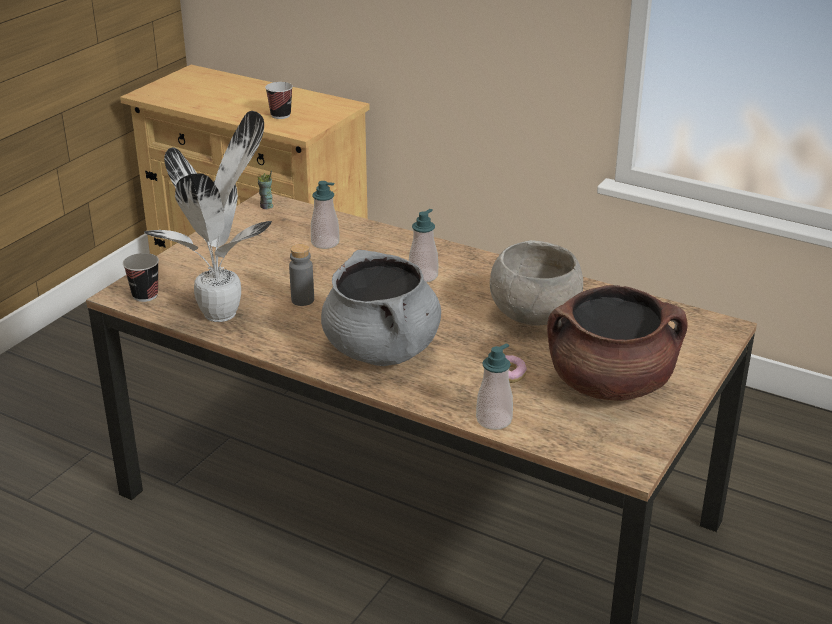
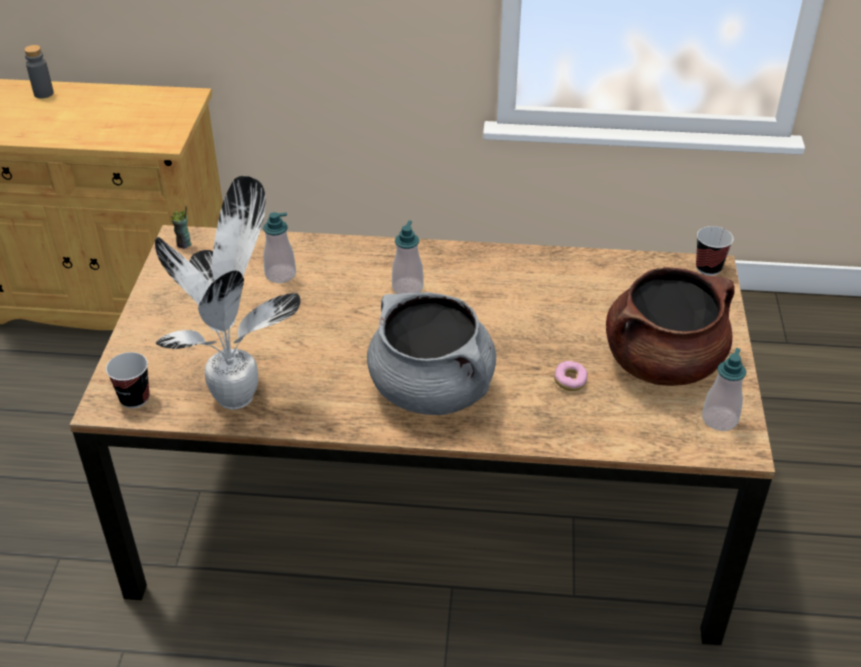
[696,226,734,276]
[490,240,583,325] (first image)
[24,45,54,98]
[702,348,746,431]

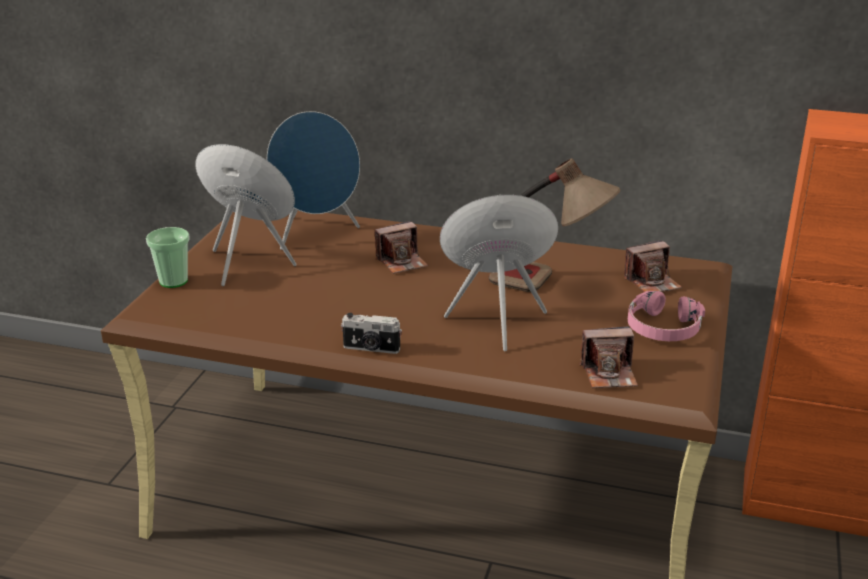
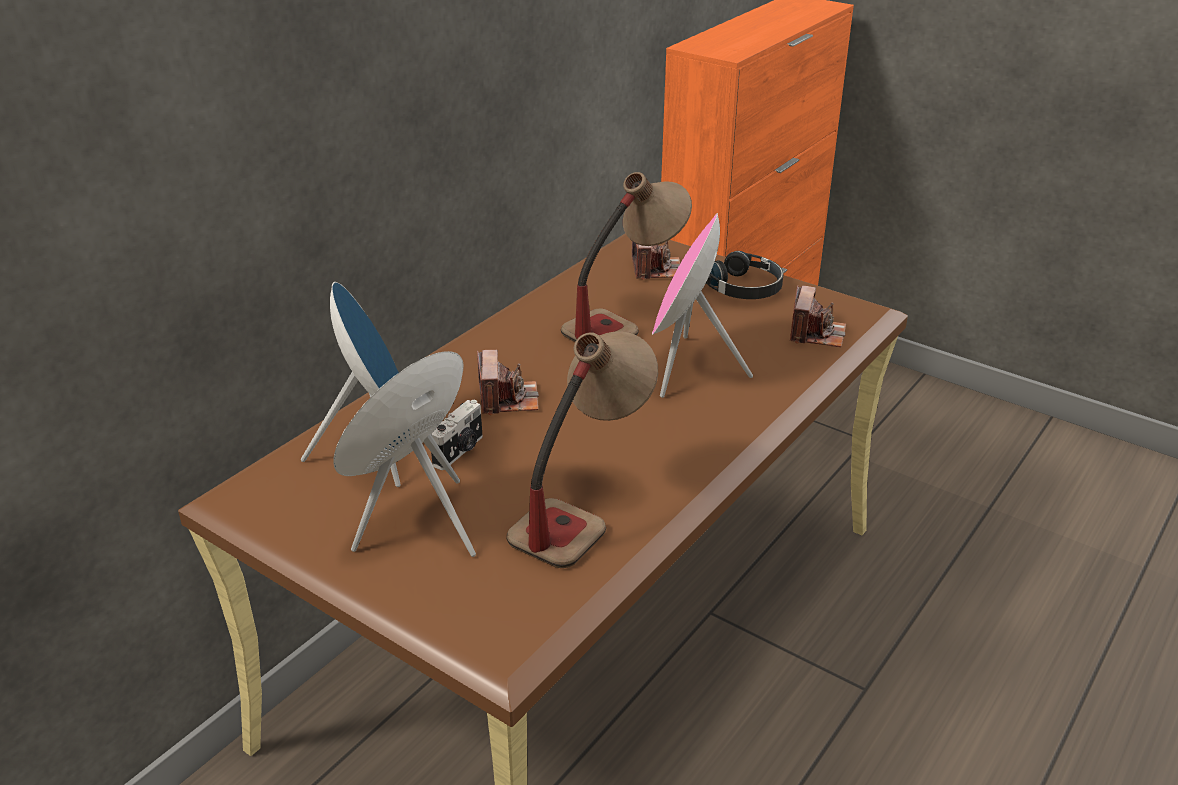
[146,227,190,288] (first image)
[705,251,783,299]
[431,400,483,470]
[506,331,658,568]

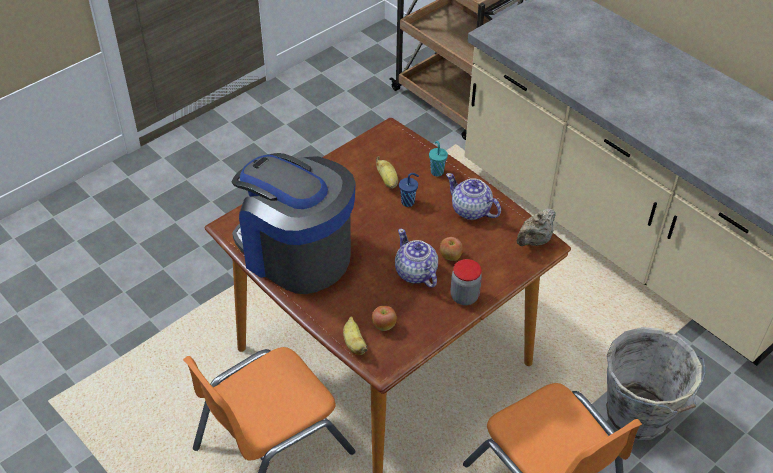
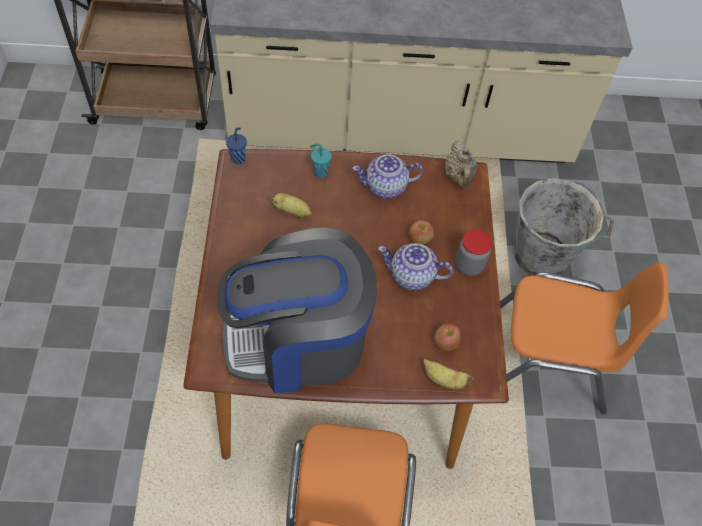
[226,127,247,164]

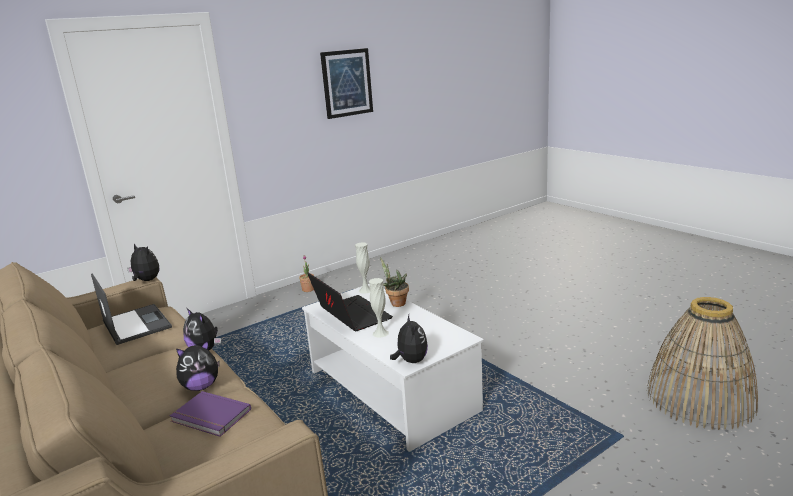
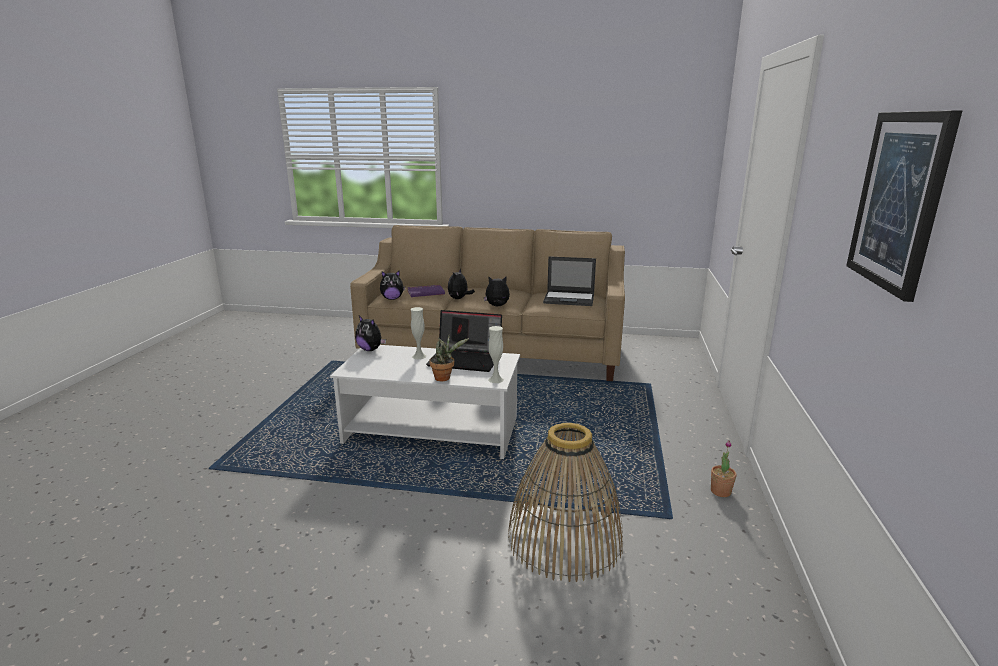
[380,270,405,300]
[508,423,623,582]

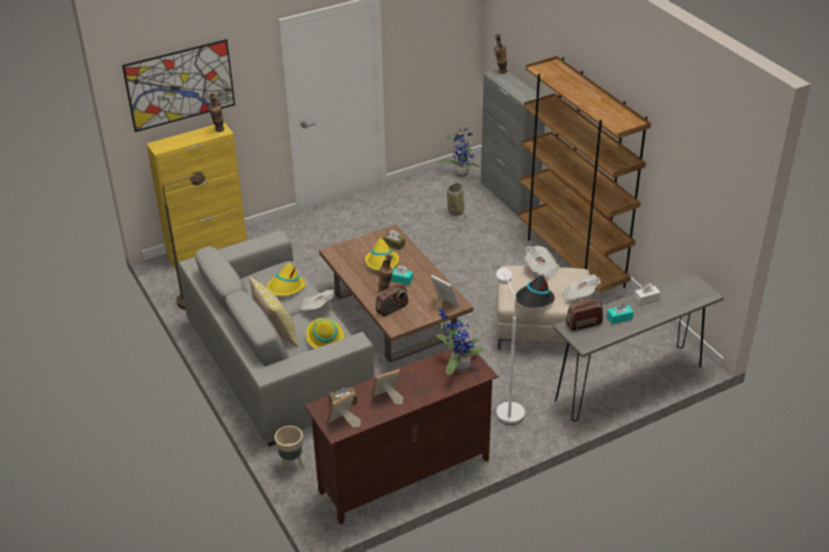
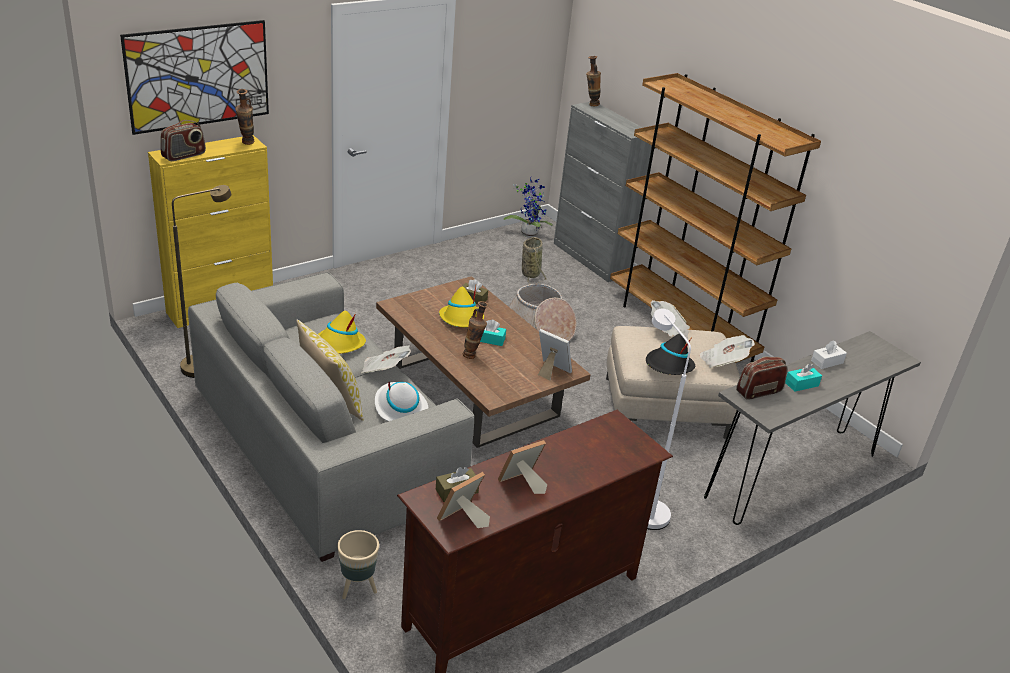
[160,120,206,161]
[436,309,484,375] (first image)
[375,381,428,421]
[509,284,577,341]

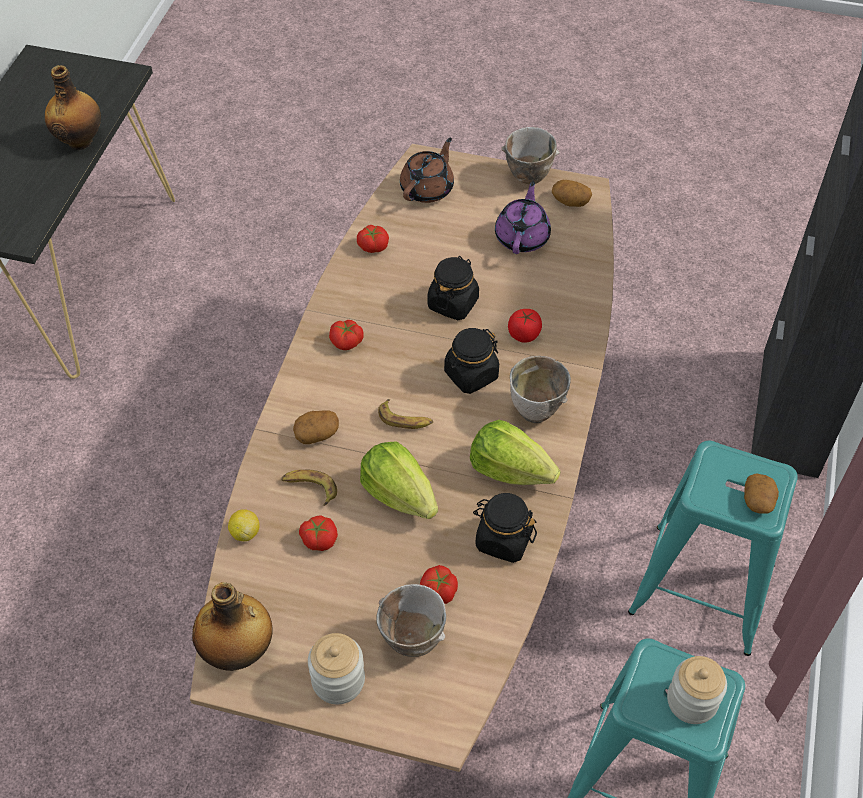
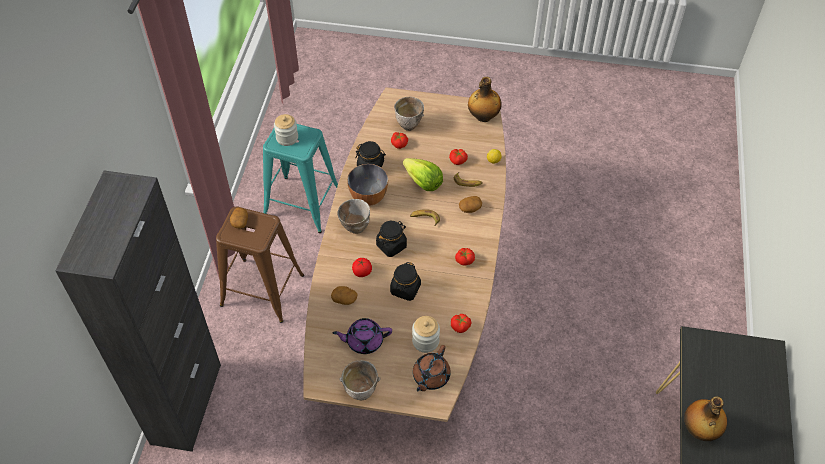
[331,286,357,305]
[333,318,392,354]
[347,164,388,206]
[216,207,304,323]
[412,316,440,353]

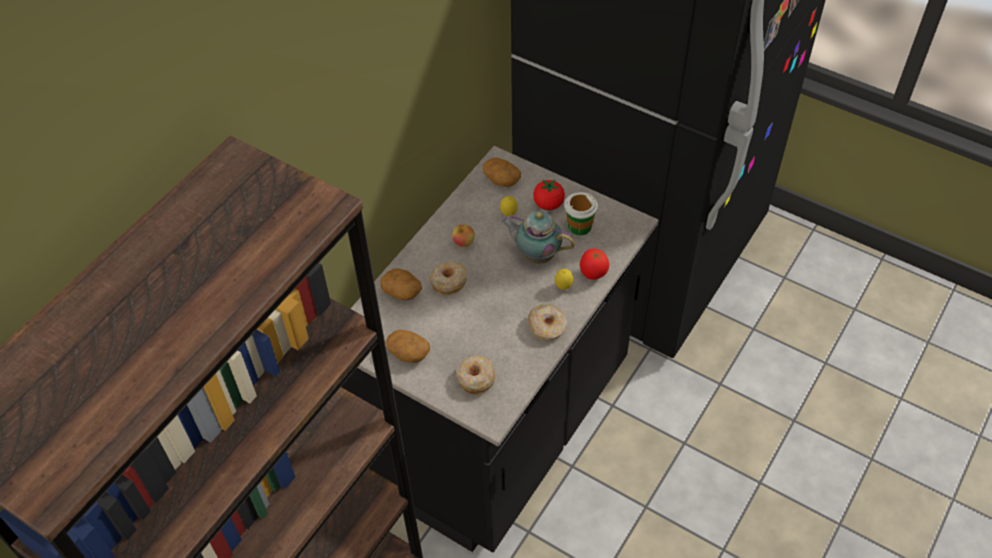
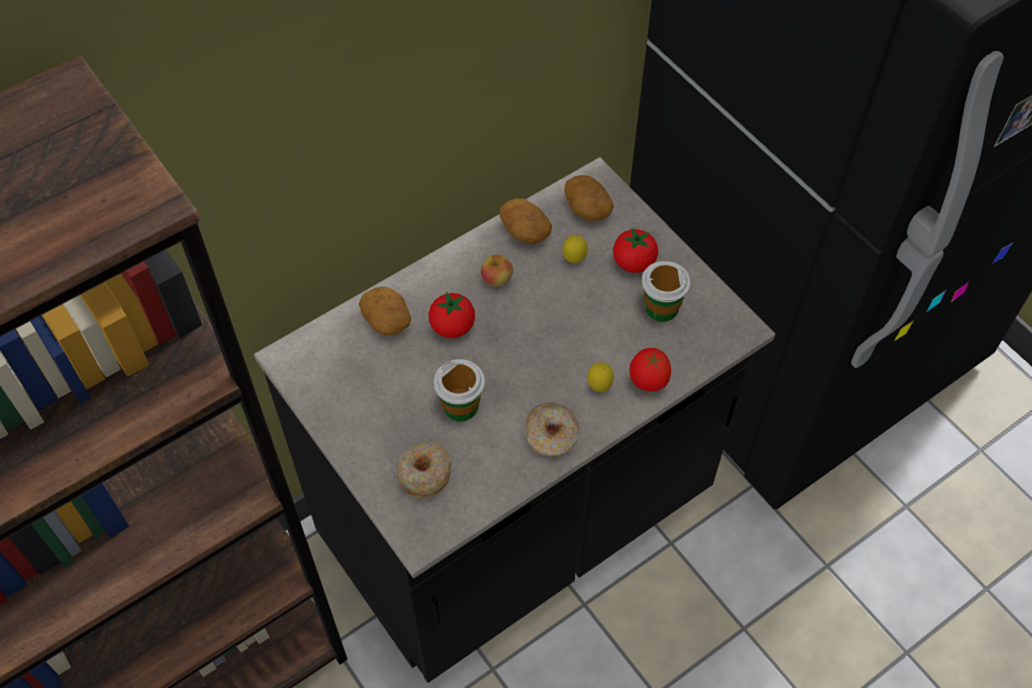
[501,211,575,264] (first image)
[429,292,475,338]
[500,199,552,245]
[434,359,485,422]

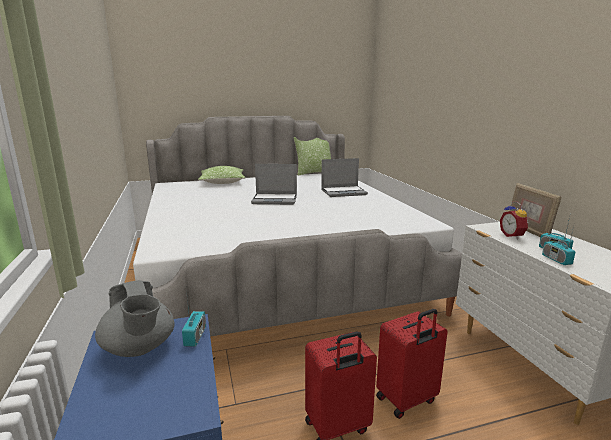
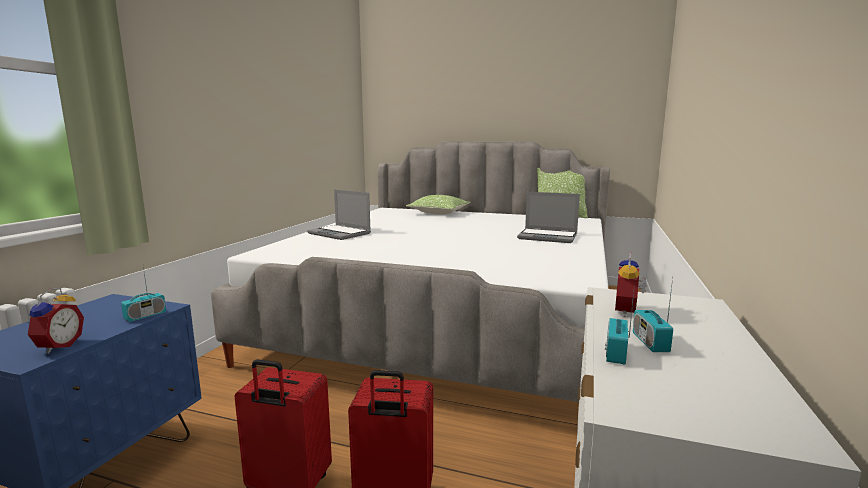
[307,189,371,240]
[510,183,561,237] (first image)
[95,280,174,357] (first image)
[28,288,84,354]

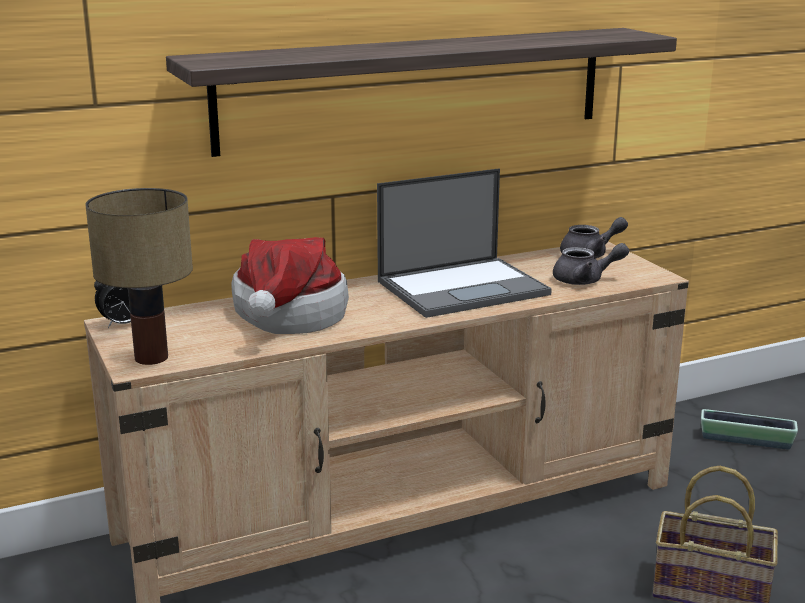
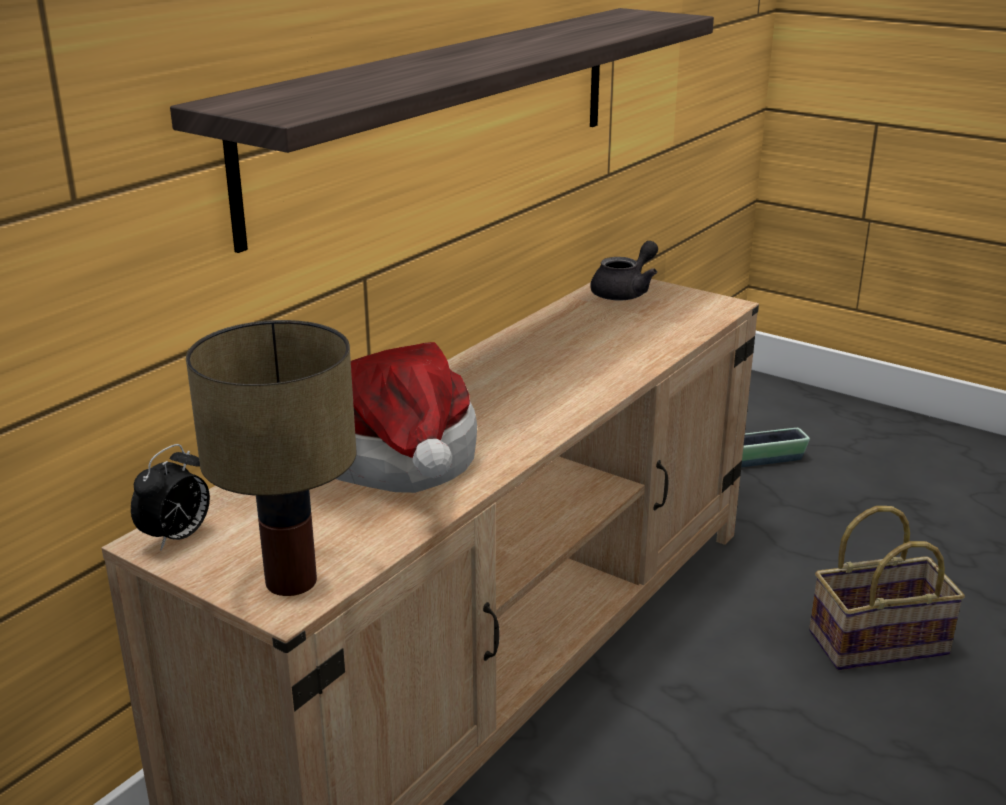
[377,169,552,318] (first image)
[553,243,629,285] (first image)

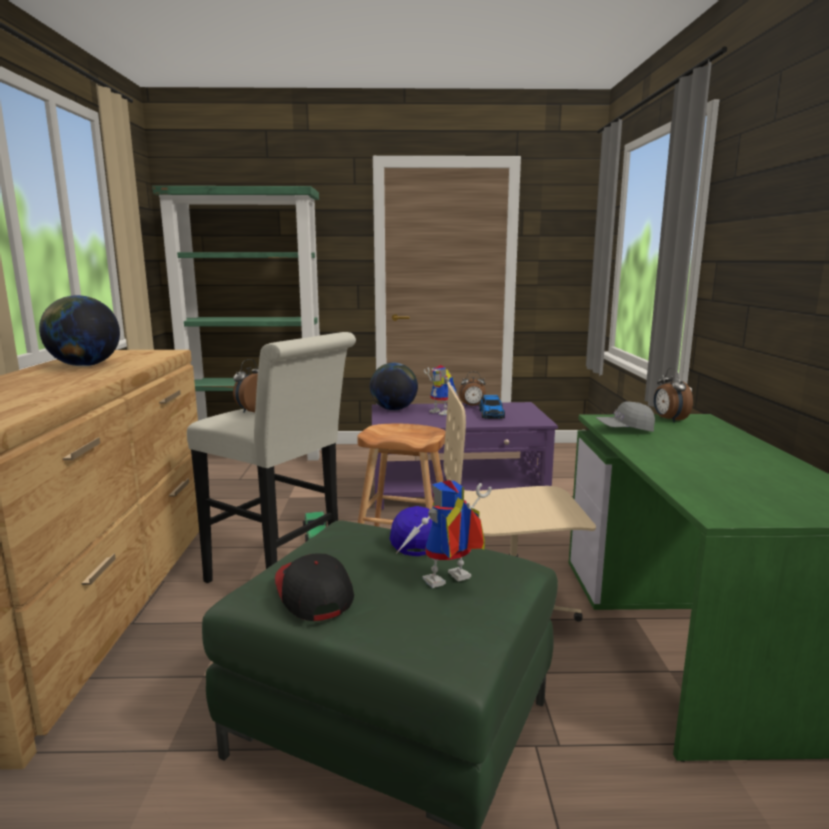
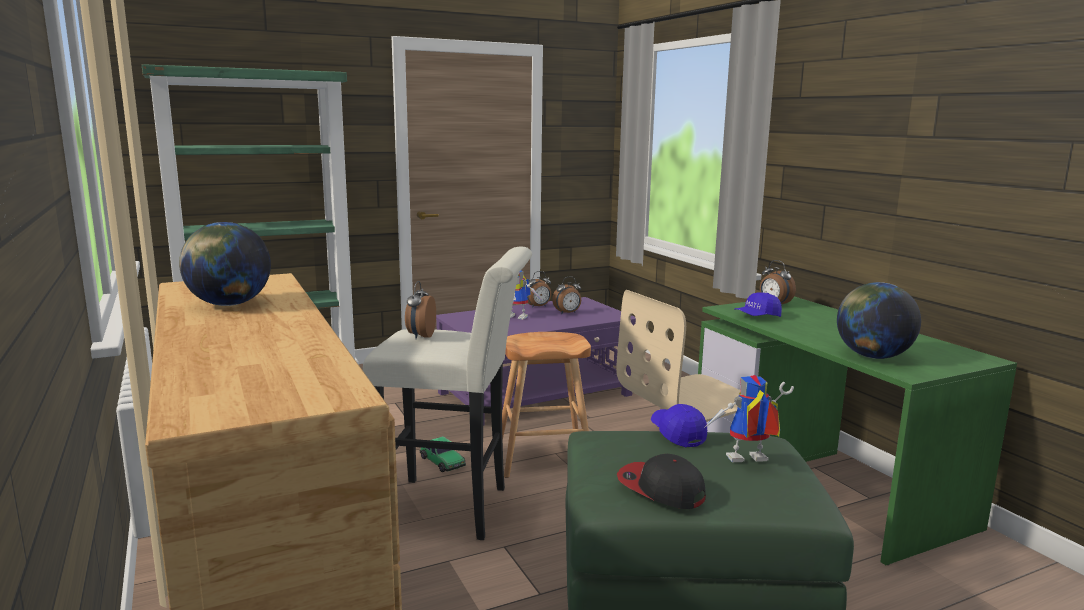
[837,282,921,359]
[552,276,581,314]
[735,292,782,317]
[703,375,794,462]

